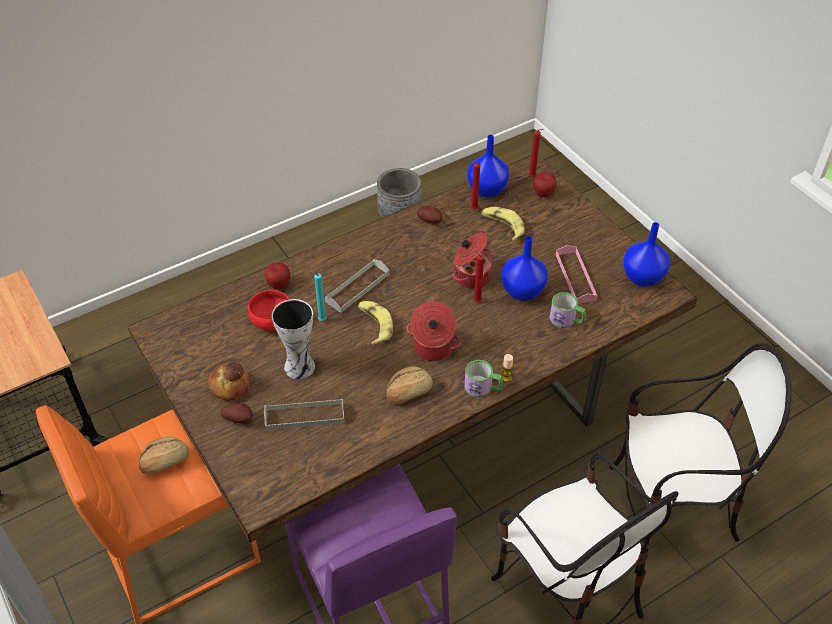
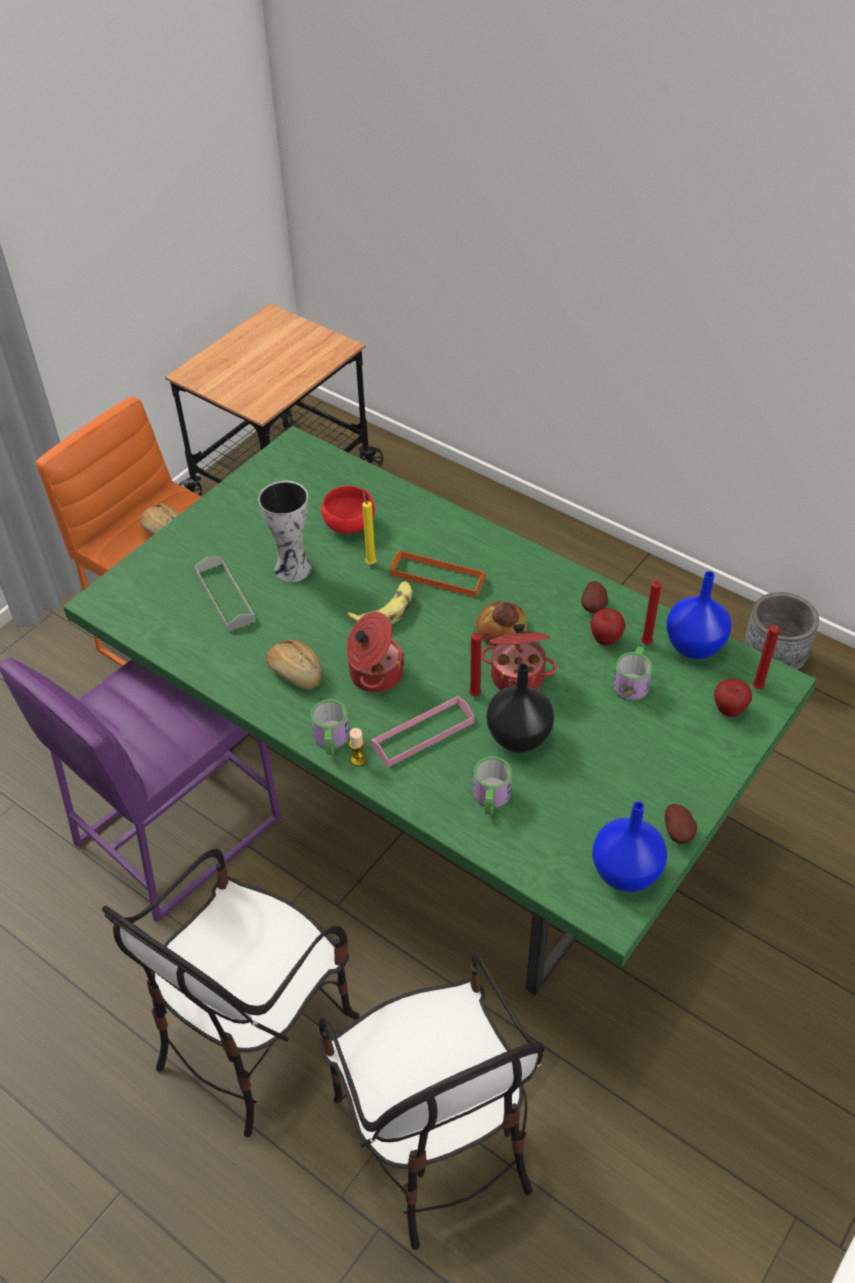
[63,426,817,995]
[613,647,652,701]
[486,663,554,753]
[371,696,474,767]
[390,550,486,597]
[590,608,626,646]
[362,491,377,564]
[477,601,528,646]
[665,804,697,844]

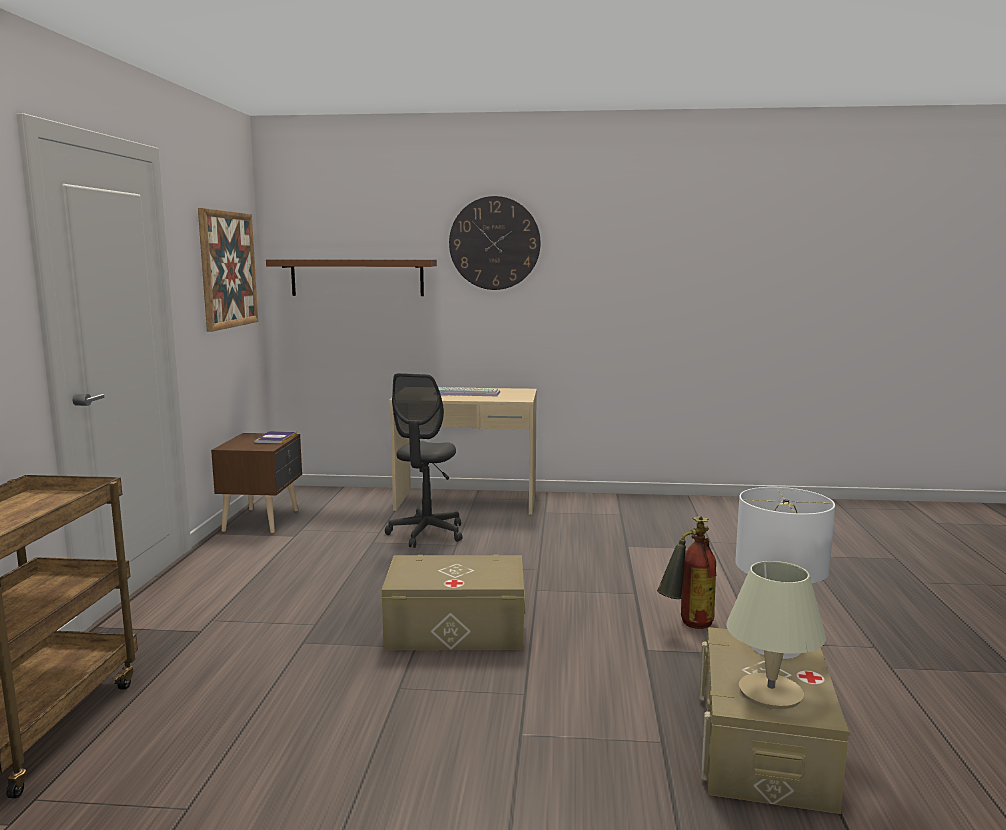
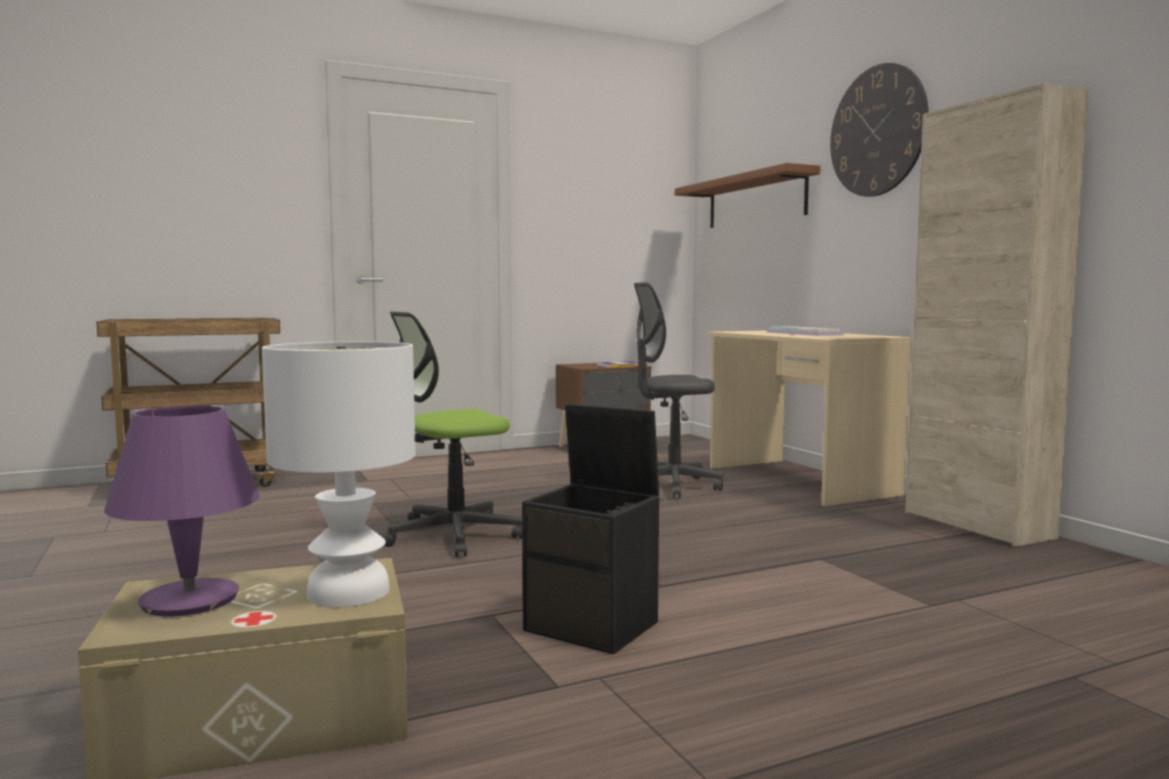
[198,208,258,332] (first image)
[522,404,659,654]
[381,312,522,557]
[104,406,259,617]
[905,83,1088,547]

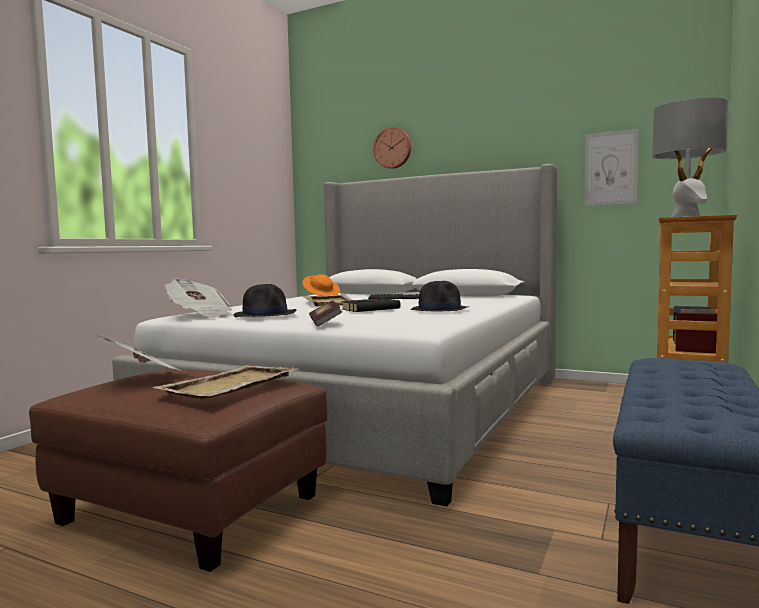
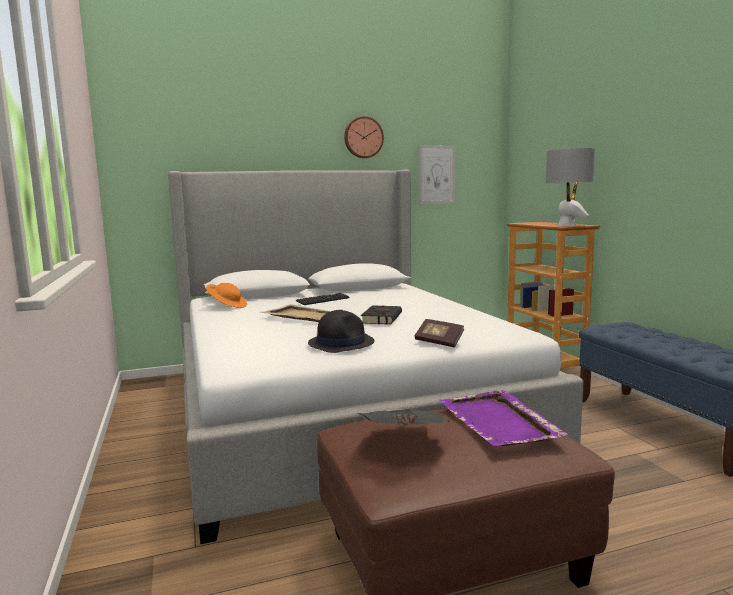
[344,116,384,158]
[165,279,232,318] (first image)
[411,281,467,311] (first image)
[440,390,569,446]

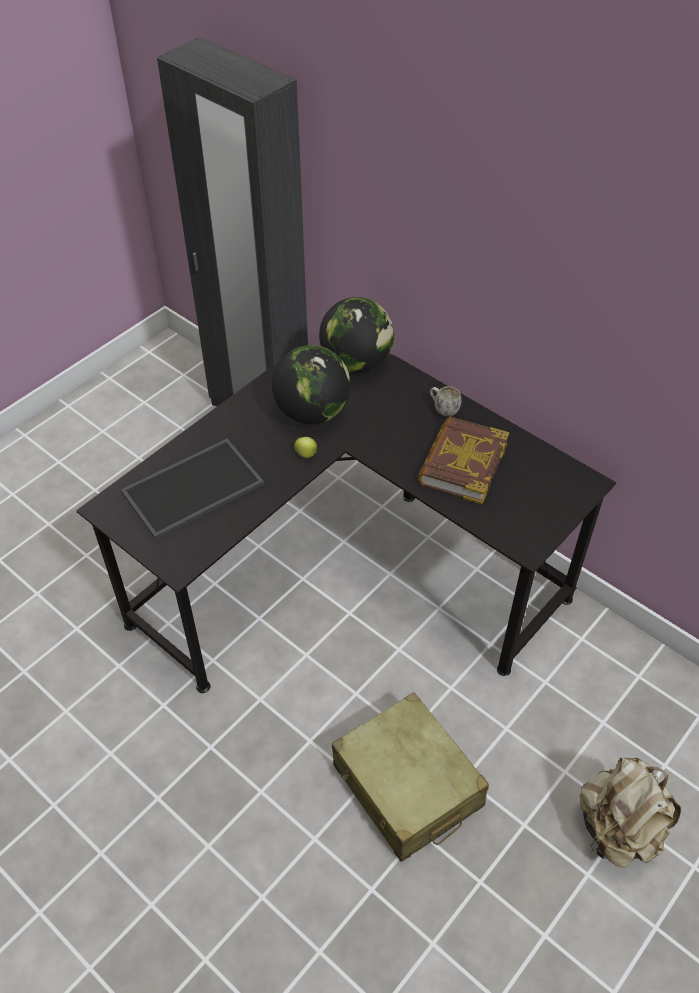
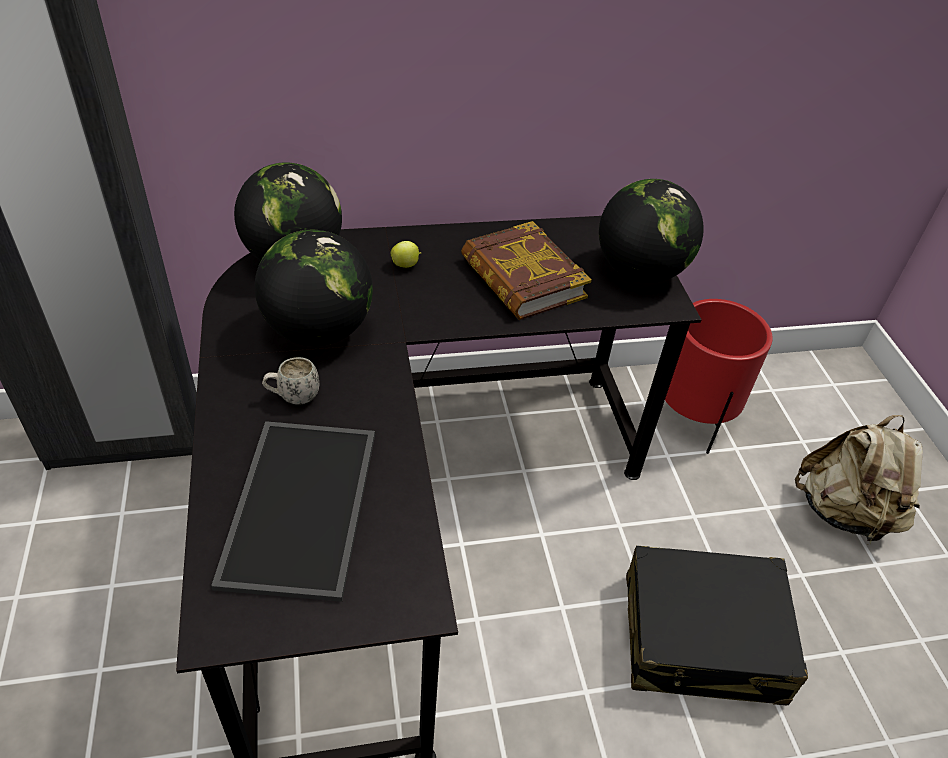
[262,357,319,405]
[391,241,421,268]
[626,546,808,705]
[599,179,704,283]
[665,299,773,454]

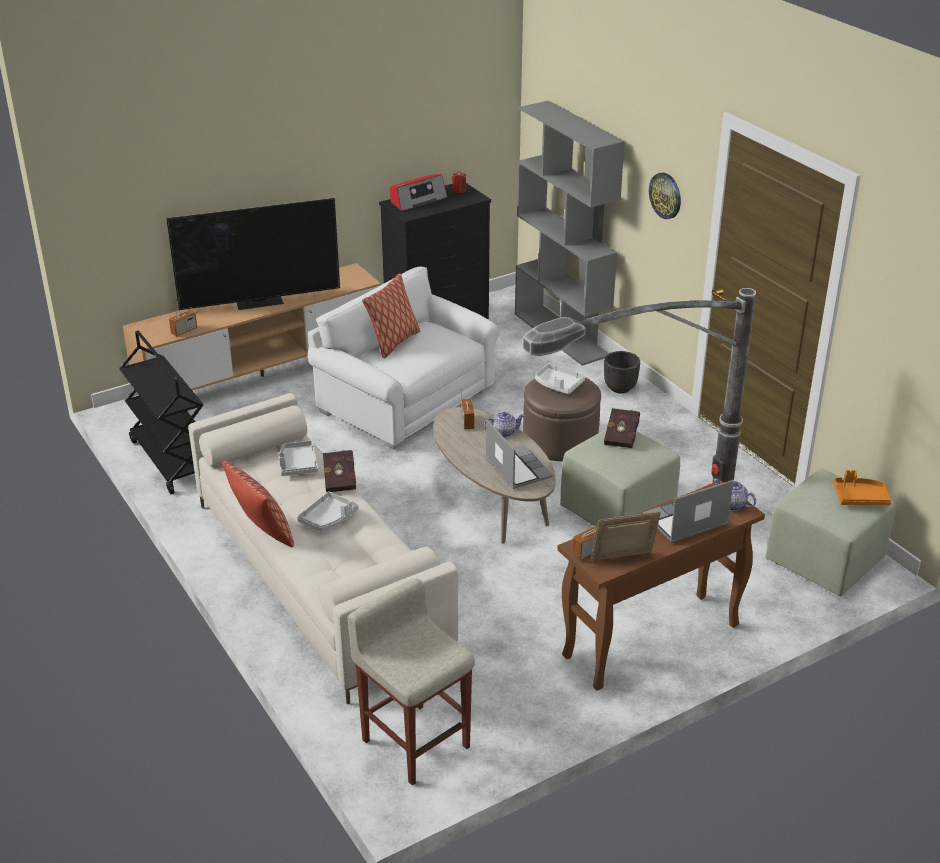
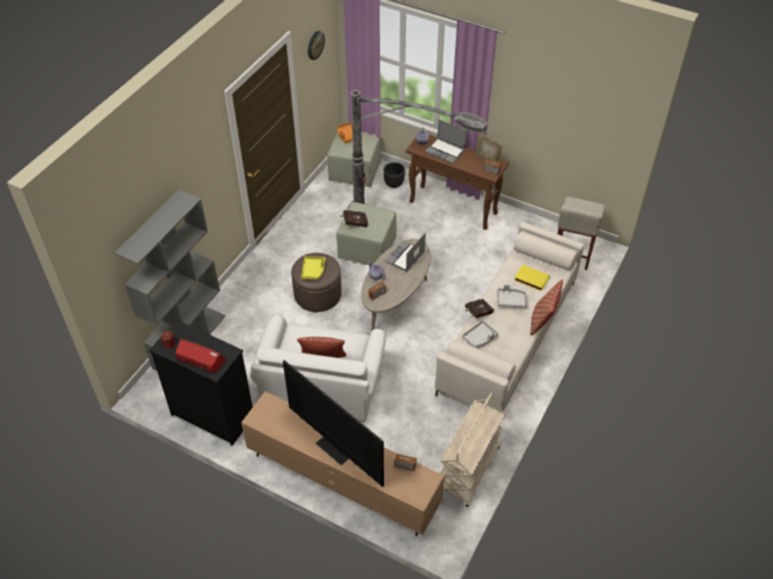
[308,31,325,60]
[440,392,505,507]
[383,162,405,188]
[301,256,325,280]
[514,265,550,291]

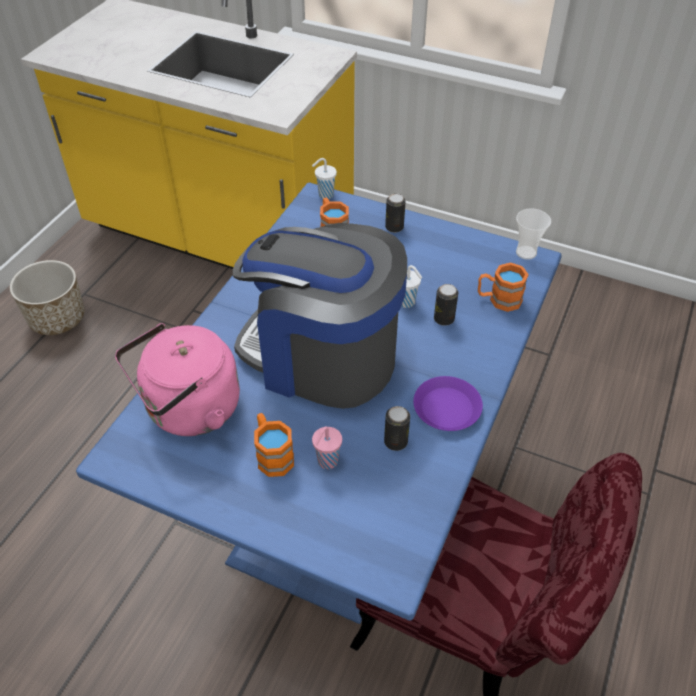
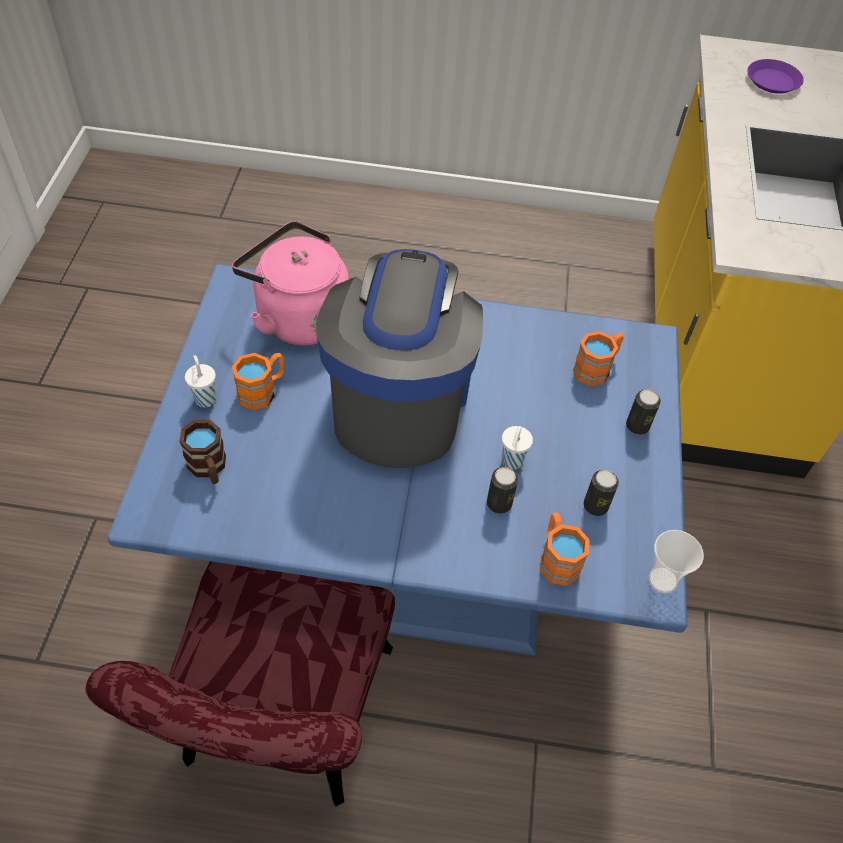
[185,355,216,408]
[10,260,84,335] (first image)
[747,59,804,94]
[584,470,619,516]
[312,427,342,469] (first image)
[179,420,226,484]

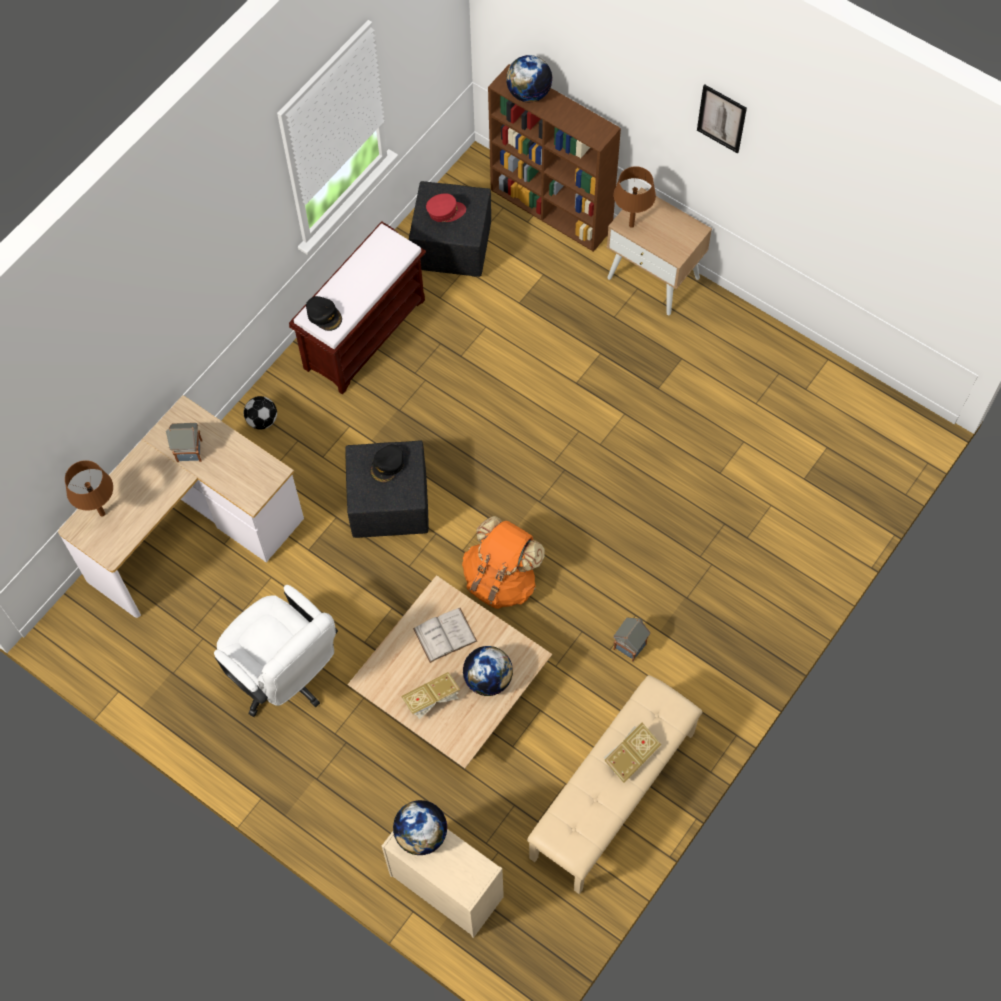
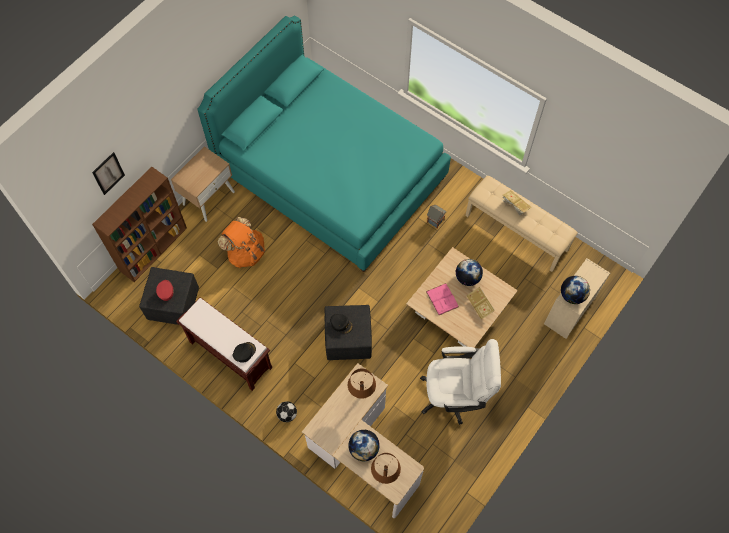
[348,430,380,461]
[92,152,125,195]
[348,368,376,399]
[166,423,202,462] (first image)
[218,217,265,268]
[420,339,501,425]
[426,283,459,315]
[197,16,451,272]

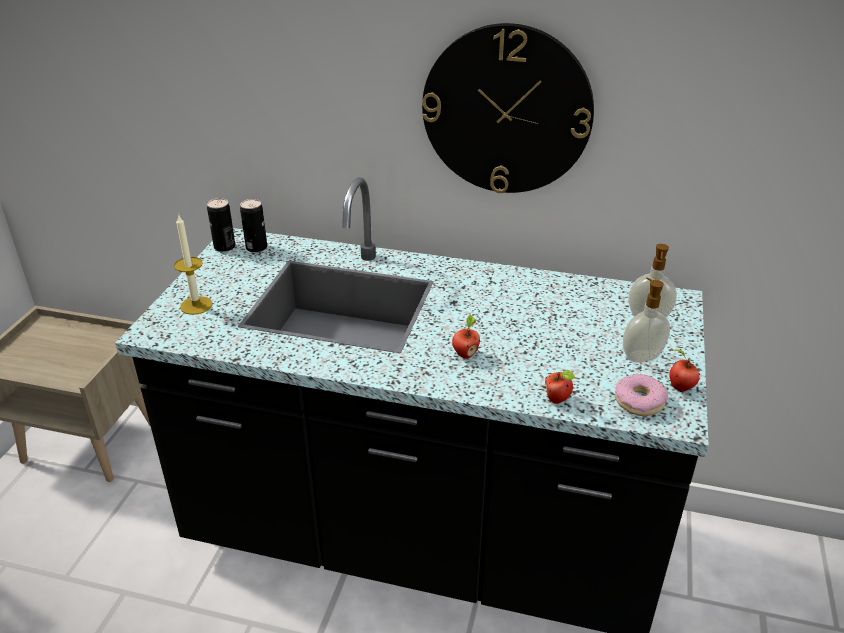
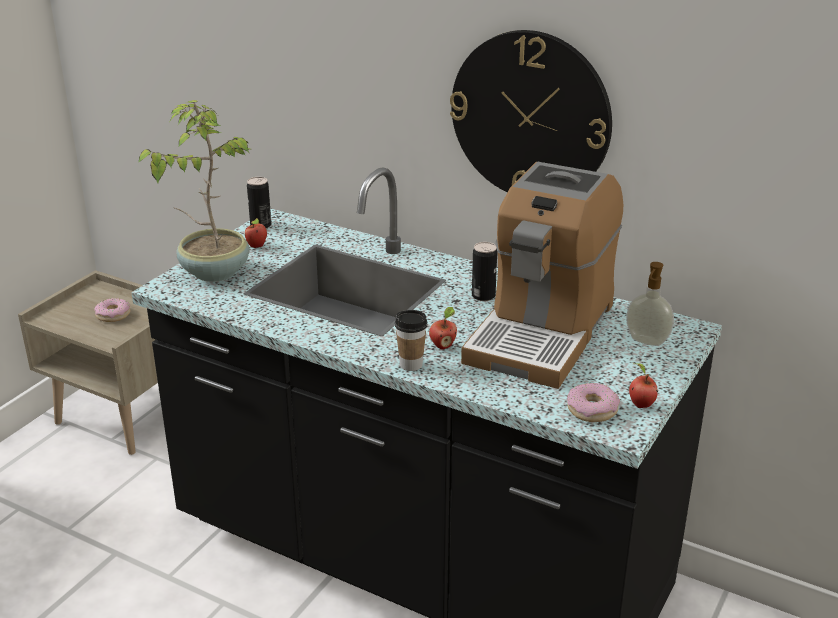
[472,242,497,301]
[138,100,251,282]
[623,278,670,362] (first image)
[245,218,267,248]
[461,162,623,389]
[94,298,130,322]
[395,310,427,371]

